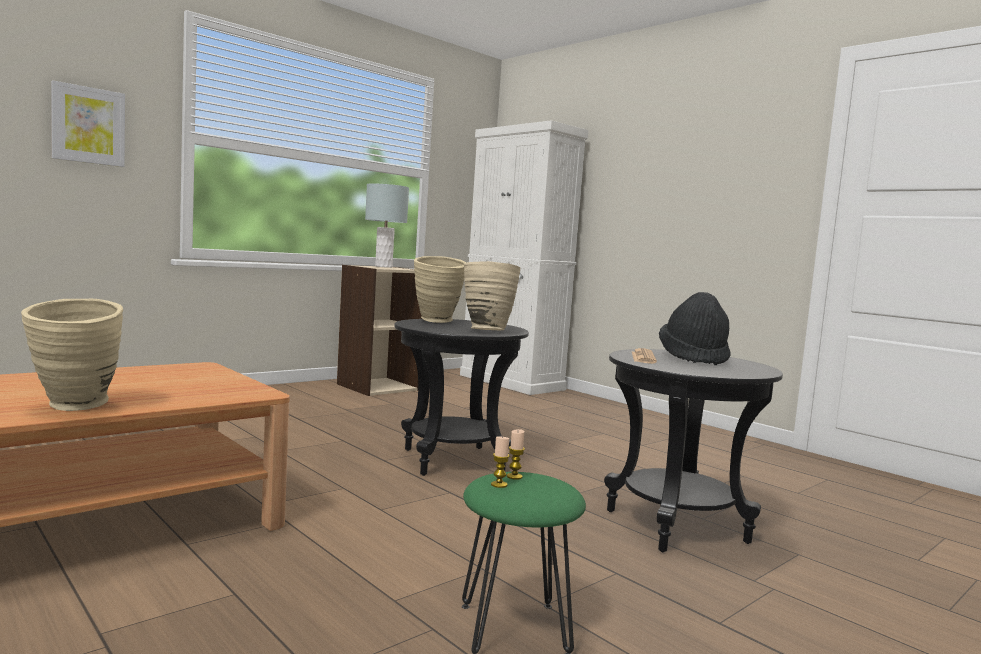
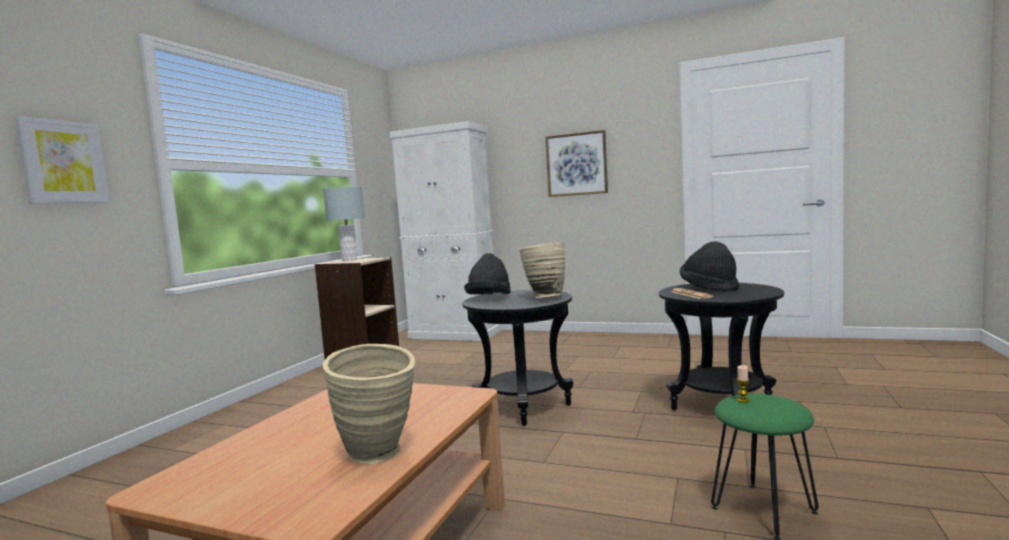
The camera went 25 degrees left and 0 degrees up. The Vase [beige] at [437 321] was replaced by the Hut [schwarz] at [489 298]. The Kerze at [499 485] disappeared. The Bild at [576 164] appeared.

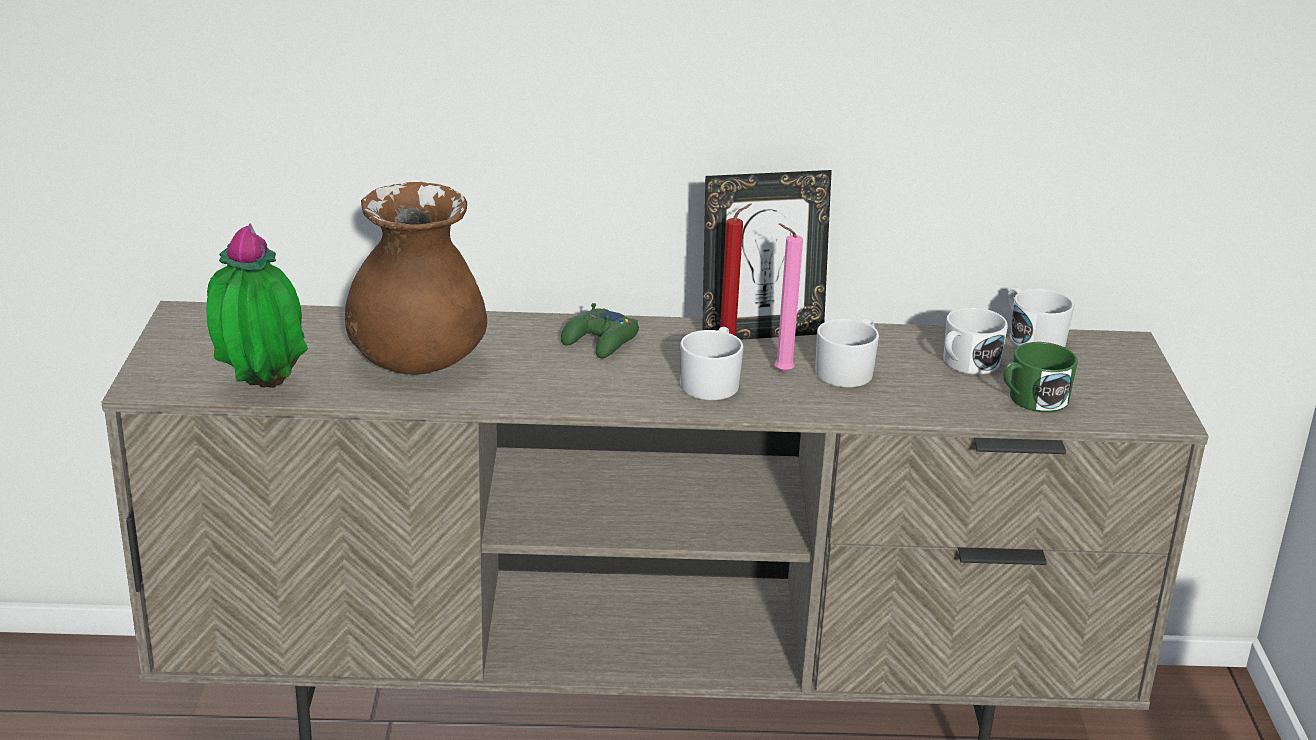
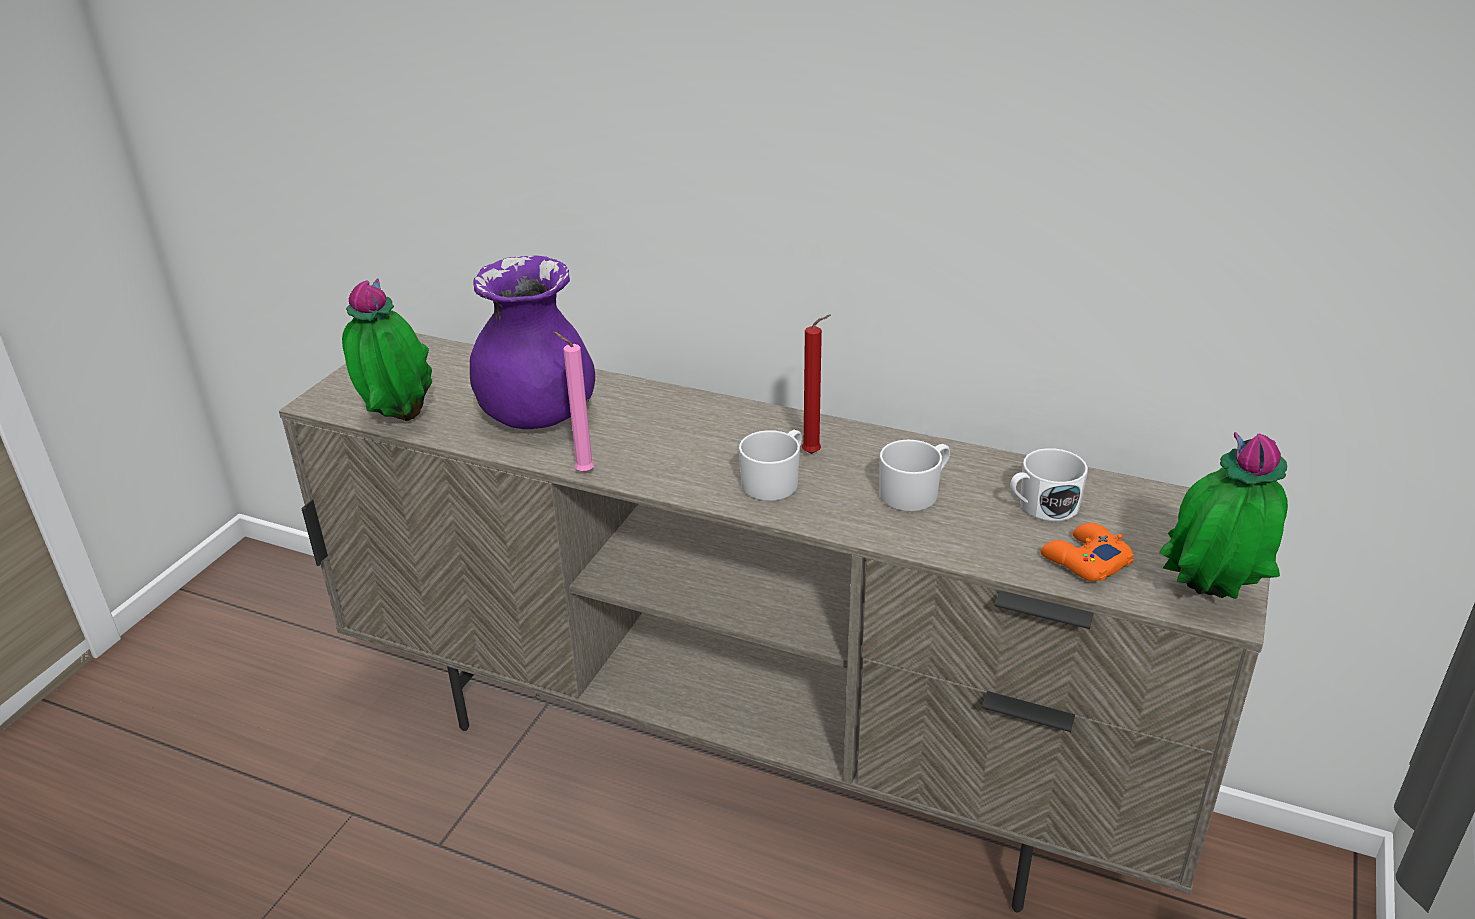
The camera went 25 degrees right and 5 degrees up. The Vase [braun] at [417 362] became the Vase [lila] at [538 417]. The Gamepad [grün] at [600 341] disappeared. The Bilderrahmen at [760 333] disappeared. The Kerze [rosa] moved from [780 372] to [582 472]. The Henkelbecher [grün] at [1032 400] was replaced by the Gamepad [orange] at [1084 560]. The Henkelbecher [weiß] at [1031 338] disappeared. The Topfpflanze at [1209 599] appeared.

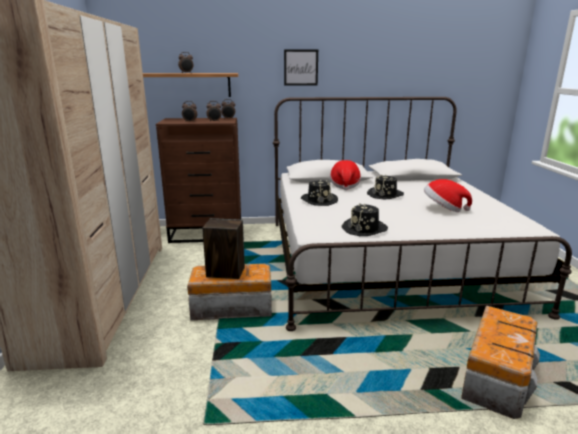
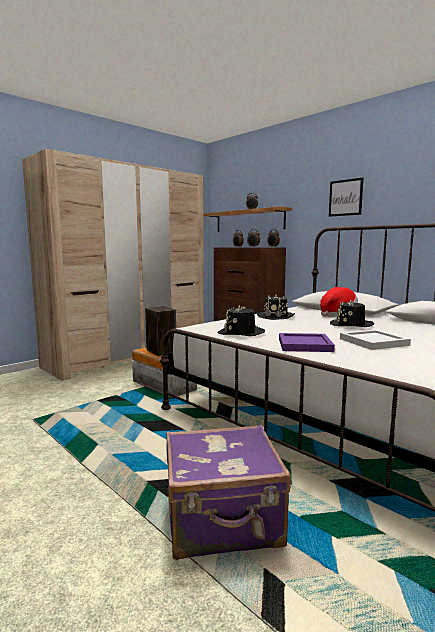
The camera went 50 degrees right and 10 degrees down. The Hut at [443 209] was replaced by the Tablett [weiß] at [373 342]. The Aufbewahrungsbox at [497 377] was replaced by the Koffer [lila] at [223 522]. The Tablett [lila] at [305 345] appeared.

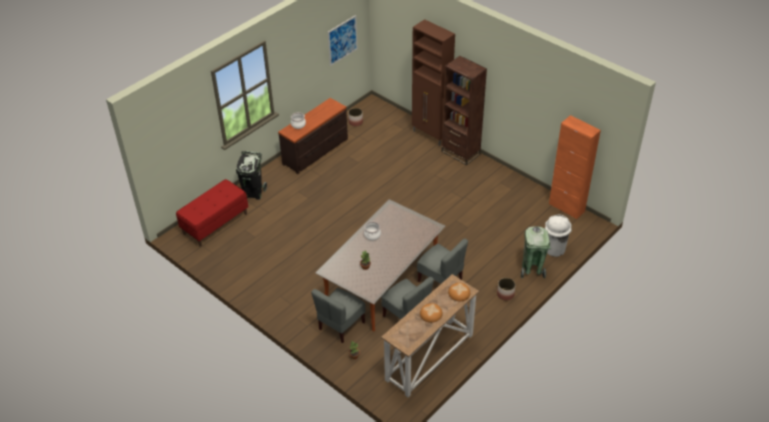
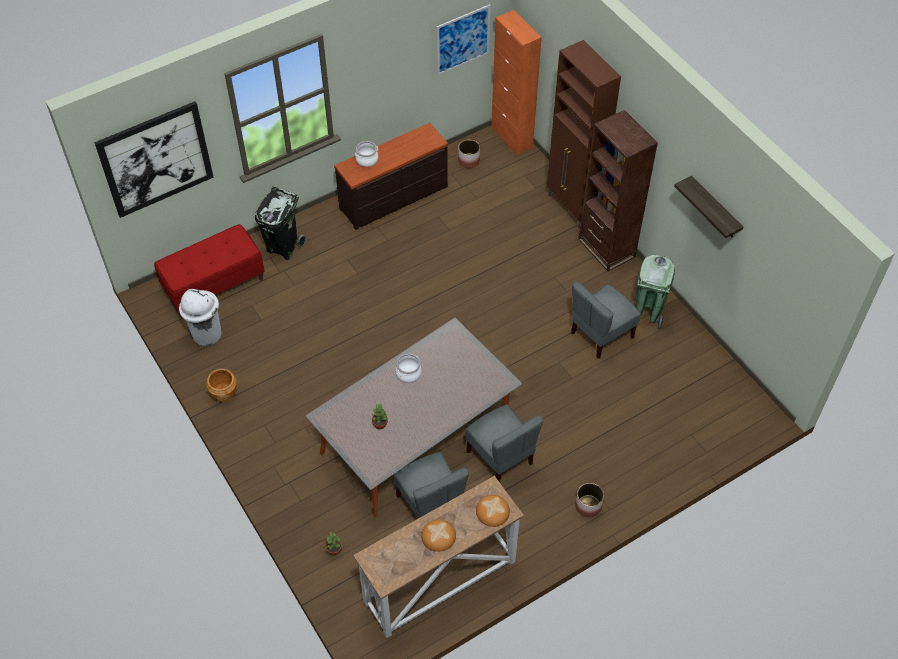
The camera went 15 degrees right and 10 degrees up. The Stuhl [grau] moved from [341 326] to [601 335]. The Mülleimer [grün] moved from [532 269] to [647 312]. The Mülleimer [weiß] moved from [554 249] to [206 334]. The Schrank [orange] moved from [566 207] to [511 137]. The Bild at [156 159] appeared. The Pflanzkübel [braun] at [224 393] appeared. The Wandregal at [714 209] appeared.

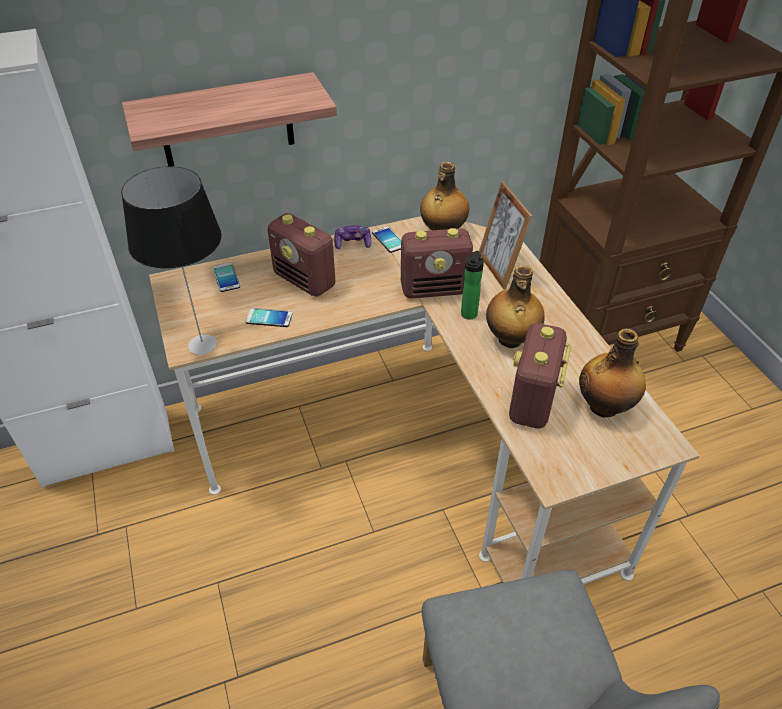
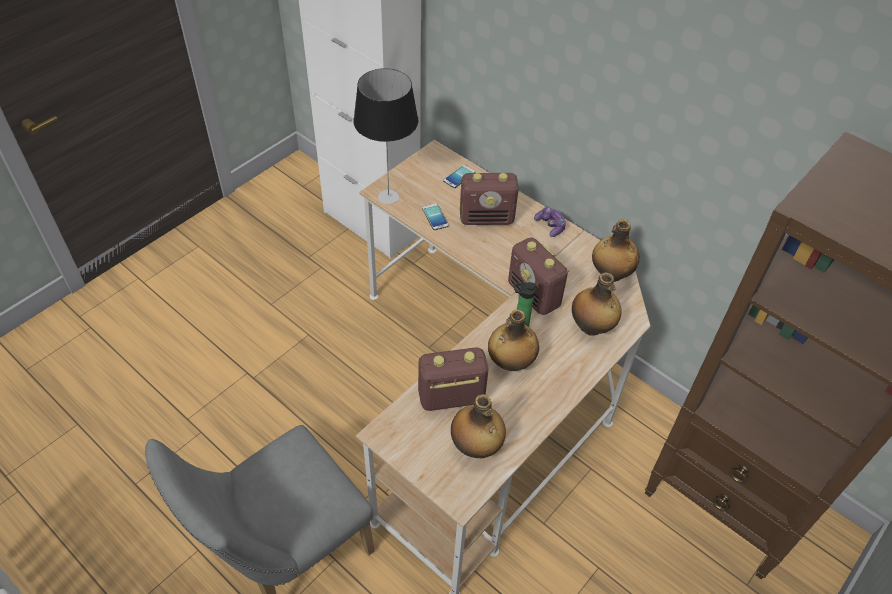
The camera went 60 degrees right and 5 degrees up. The Wandregal at [226 121] disappeared. The Radio at [305 281] turned 105 degrees counterclockwise. The Handy at [388 240] disappeared. The Bilderrahmen at [499 269] was replaced by the Flasche at [591 327].

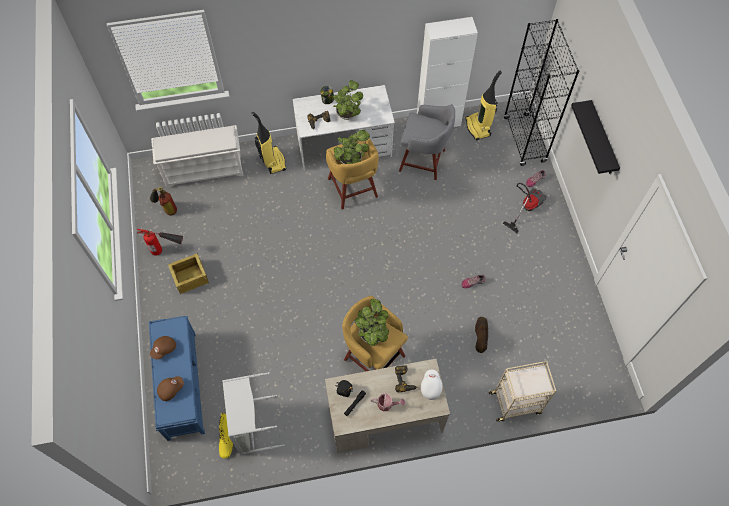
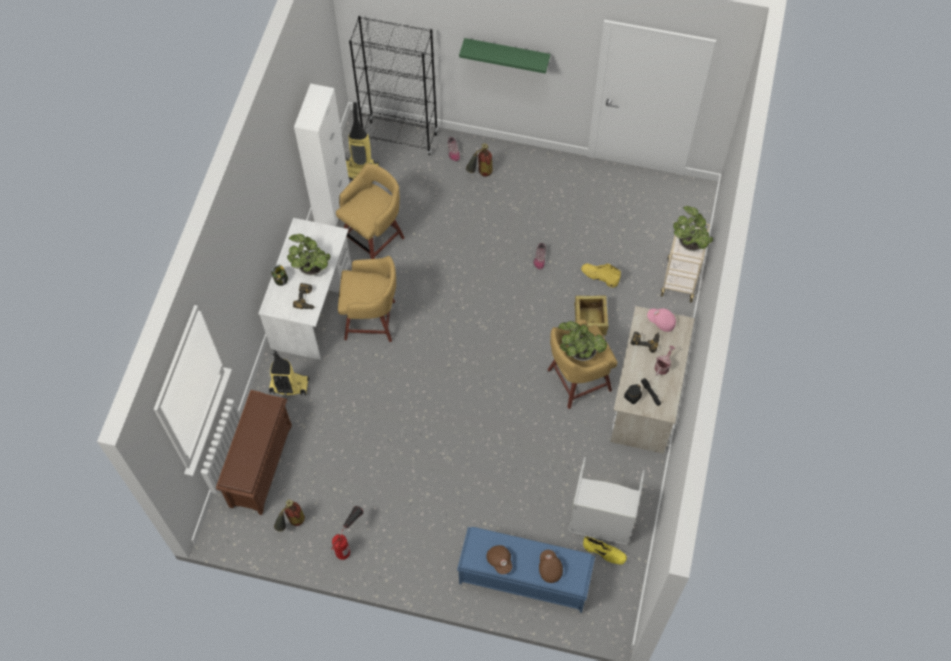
The camera went 65 degrees left and 0 degrees up. The Schuhregal [weiß] at [204 170] became the Schuhregal [braun] at [260 464]. The Kiste moved from [190 277] to [589 320]. The Topfpflanze moved from [351 159] to [689 243]. The Hocker [grau] at [424 161] became the Hocker [gelb] at [374 239]. The Kappe [weiß] at [430 386] became the Kappe [rosa] at [661 322]. The Stiefel [braun] at [481 335] became the Stiefel [gelb] at [599 276]. The Staubsauger at [525 207] was replaced by the Feuerlöscher at [480 174]. The Wandregal [schwarz] at [602 140] became the Wandregal [grün] at [507 53].

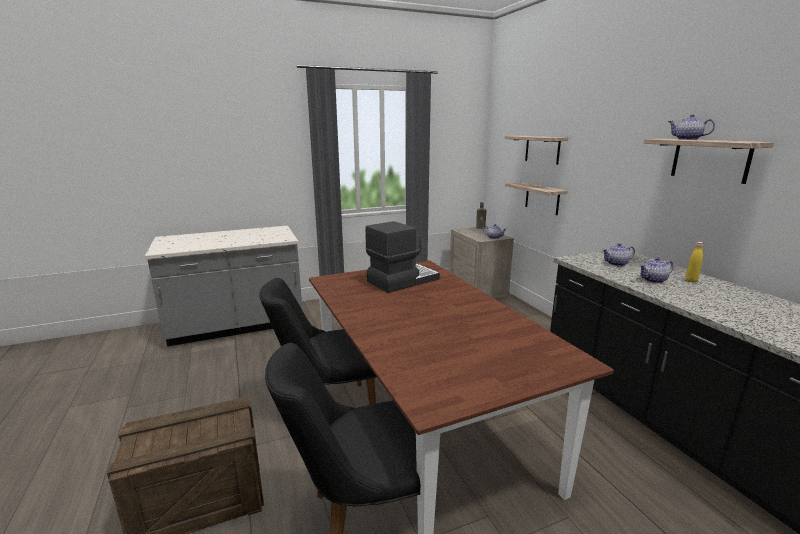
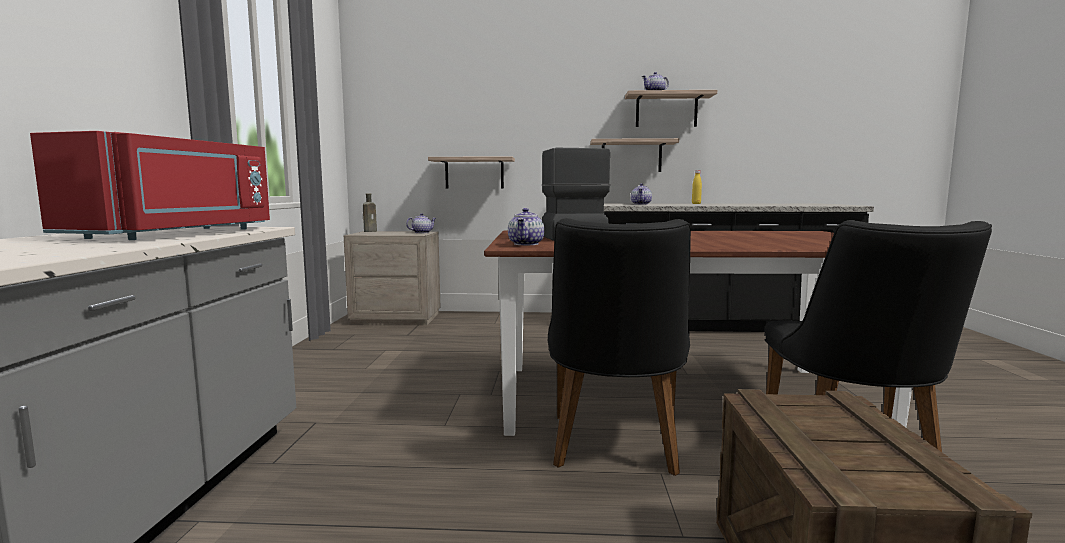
The camera went 65 degrees left and 10 degrees down. The Wandregal moved from [542 149] to [631 156]. The Teekanne moved from [653 280] to [526 244]. The Mikrowelle [rot] at [178 234] appeared.

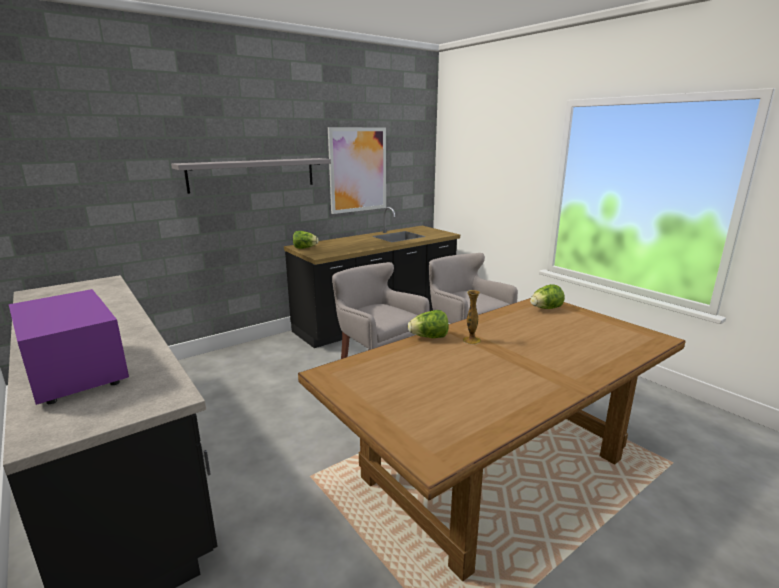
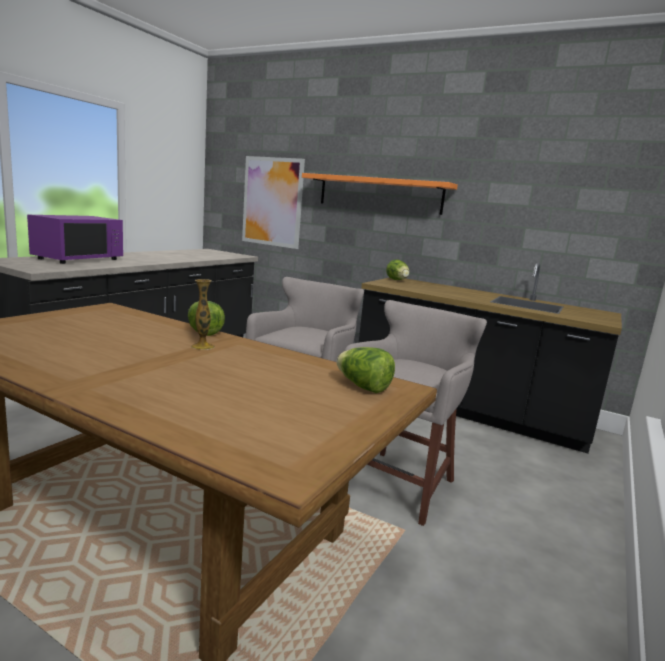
The camera went 65 degrees right and 5 degrees down. The Wandregal [grau] at [253 174] became the Wandregal [orange] at [379 194]. The Bild moved from [358 170] to [272 202].

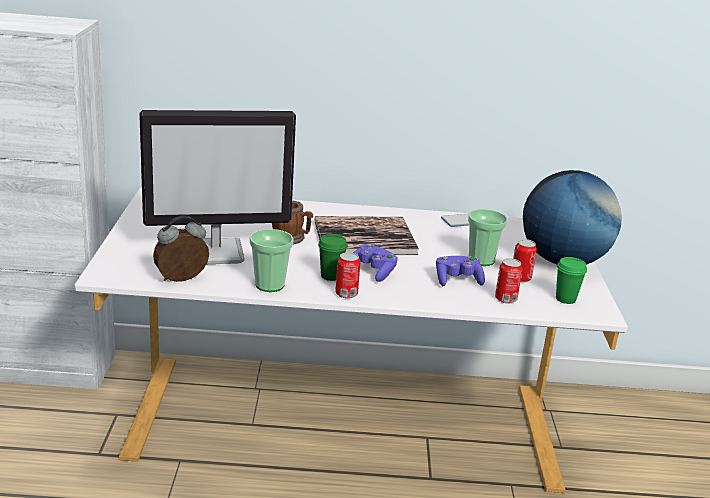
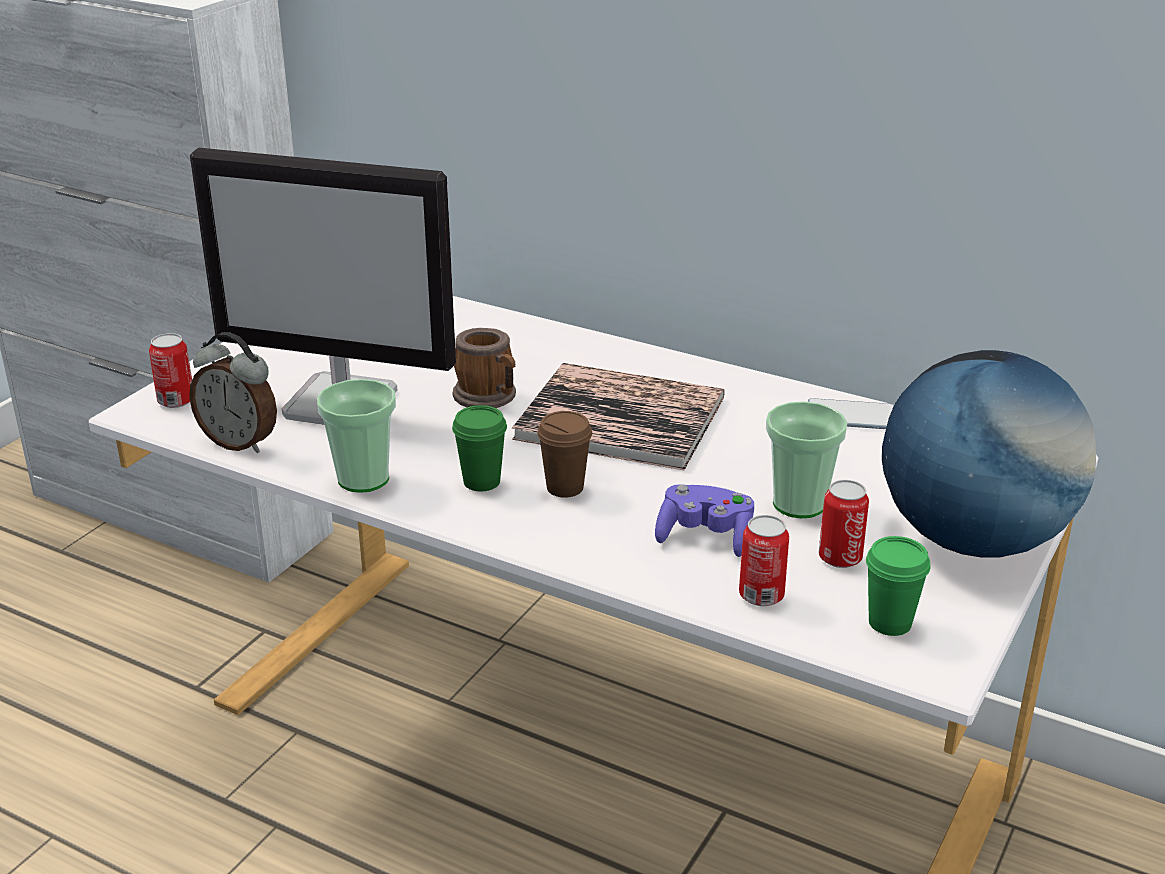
The camera went 30 degrees right and 5 degrees up. The Wecker at [182 280] turned 150 degrees counterclockwise. The Dose moved from [346 294] to [176 401]. The Gamepad [lila] at [373 271] was replaced by the Tasse [braun] at [565 488].

